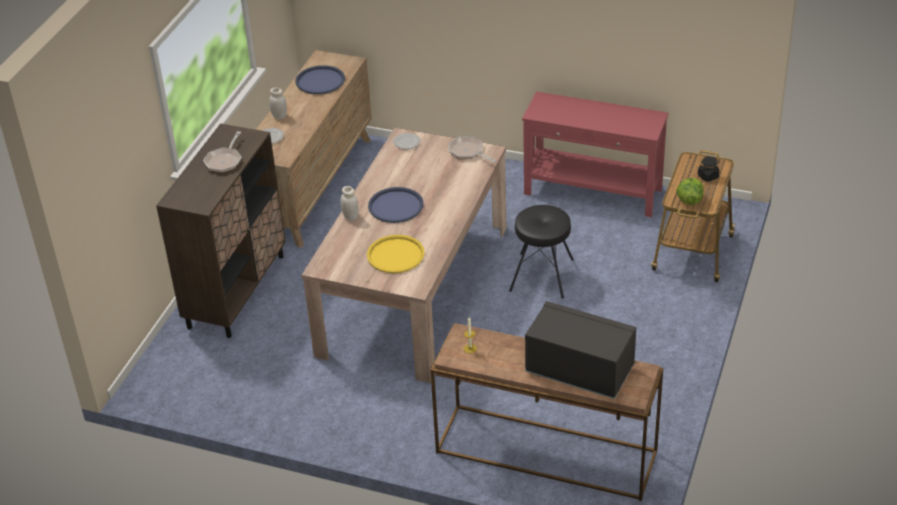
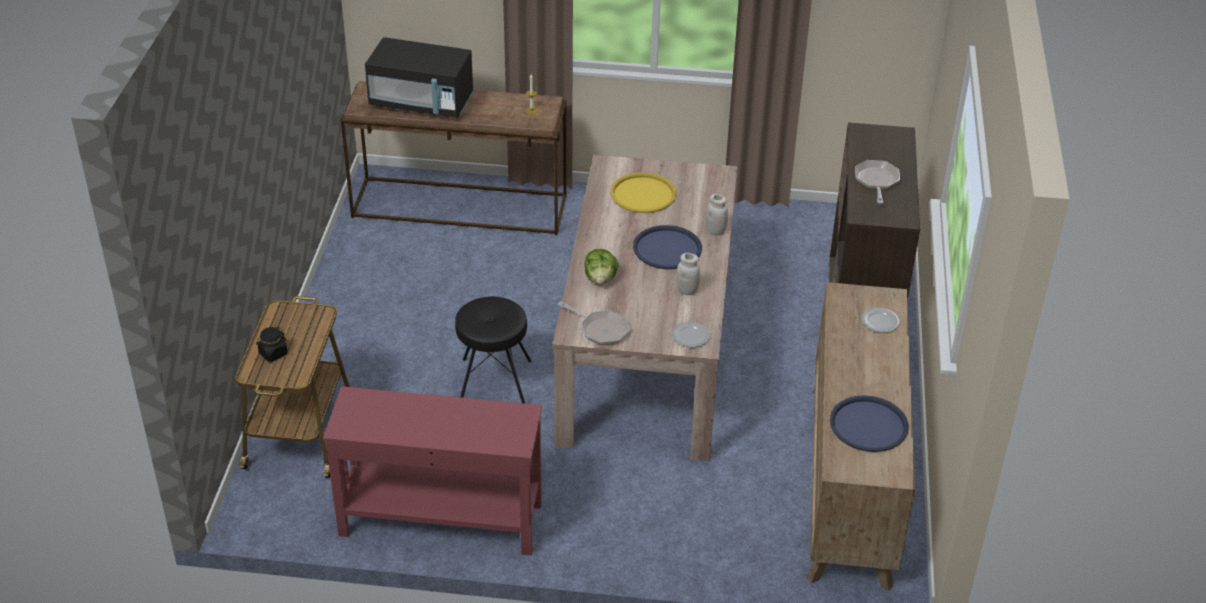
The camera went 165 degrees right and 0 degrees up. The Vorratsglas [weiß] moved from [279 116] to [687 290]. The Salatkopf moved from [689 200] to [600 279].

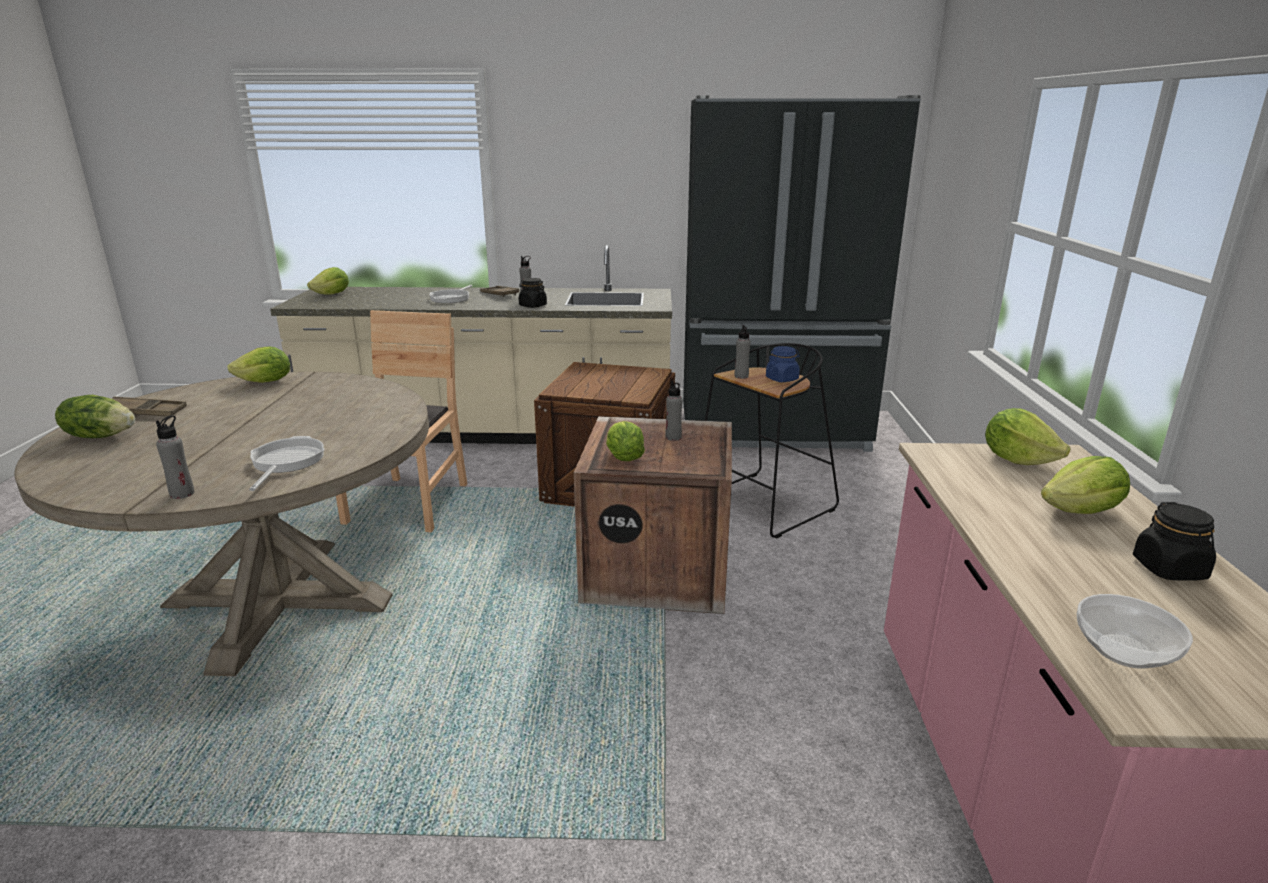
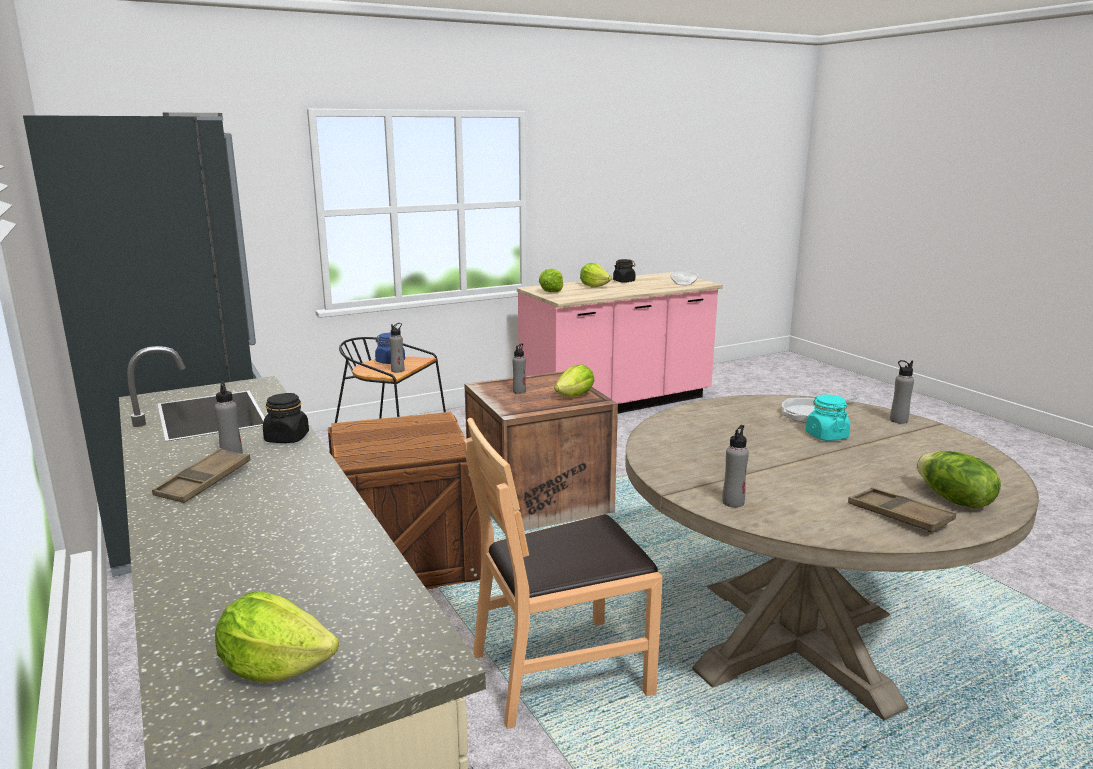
The camera went 120 degrees left and 5 degrees down. The Salatkopf at [266 382] was replaced by the Flasche [grau] at [733 502]. The Pfanne at [451 298] disappeared. The Vorratsglas [türkis] at [826 436] appeared.

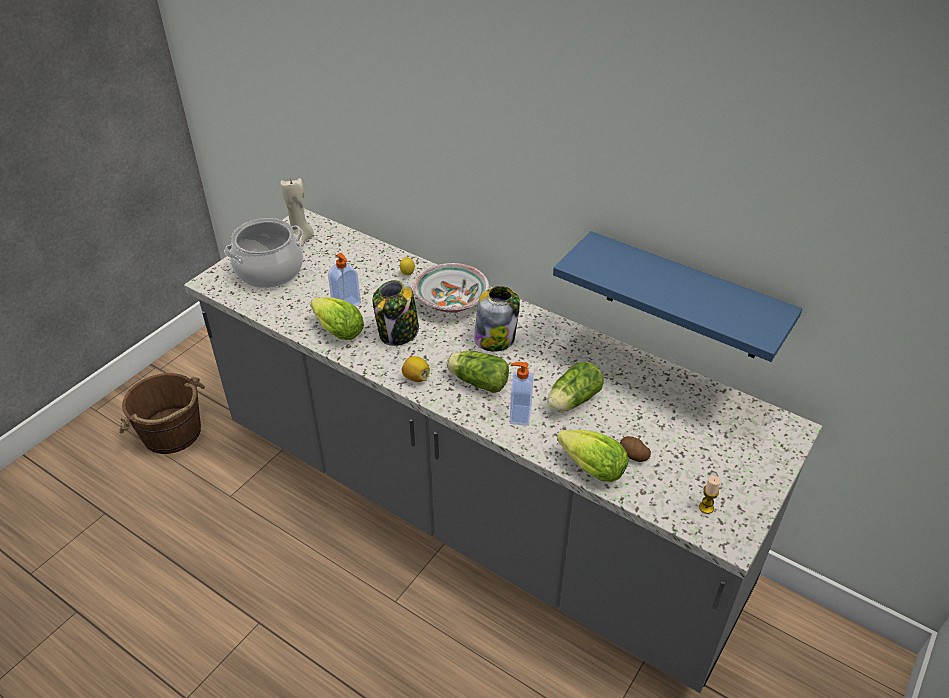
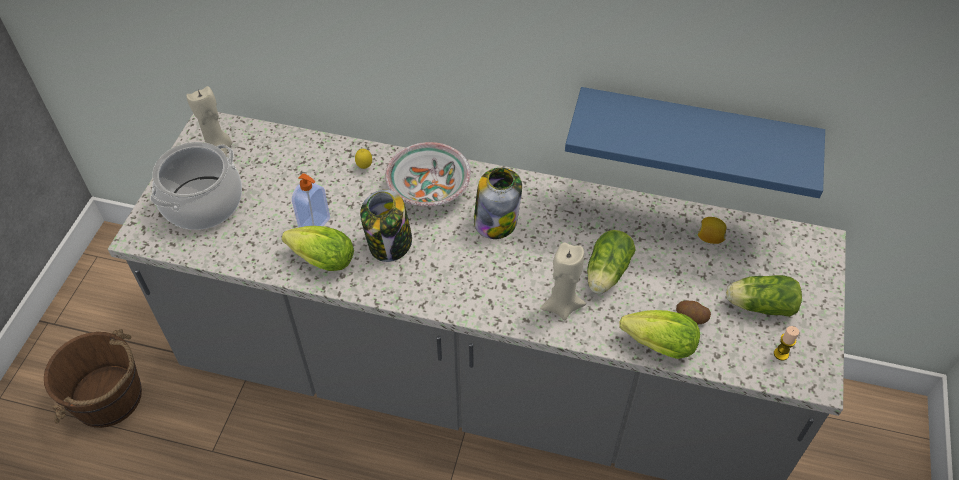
The camera went 20 degrees left and 10 degrees up. The Zitrone moved from [416 377] to [709 238]. The Salatkopf moved from [476 381] to [758 305]. The Seifenspender at [519 415] was replaced by the Kerze [beige] at [562 306].

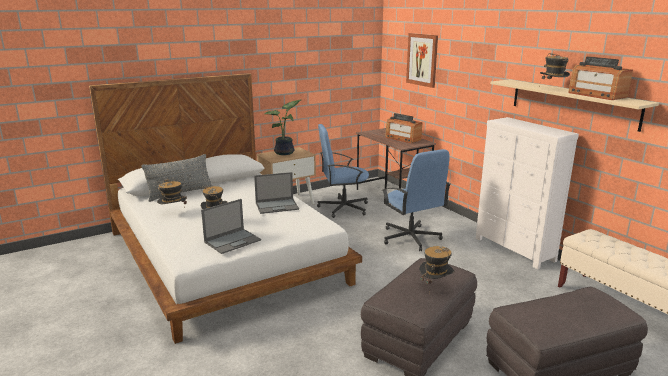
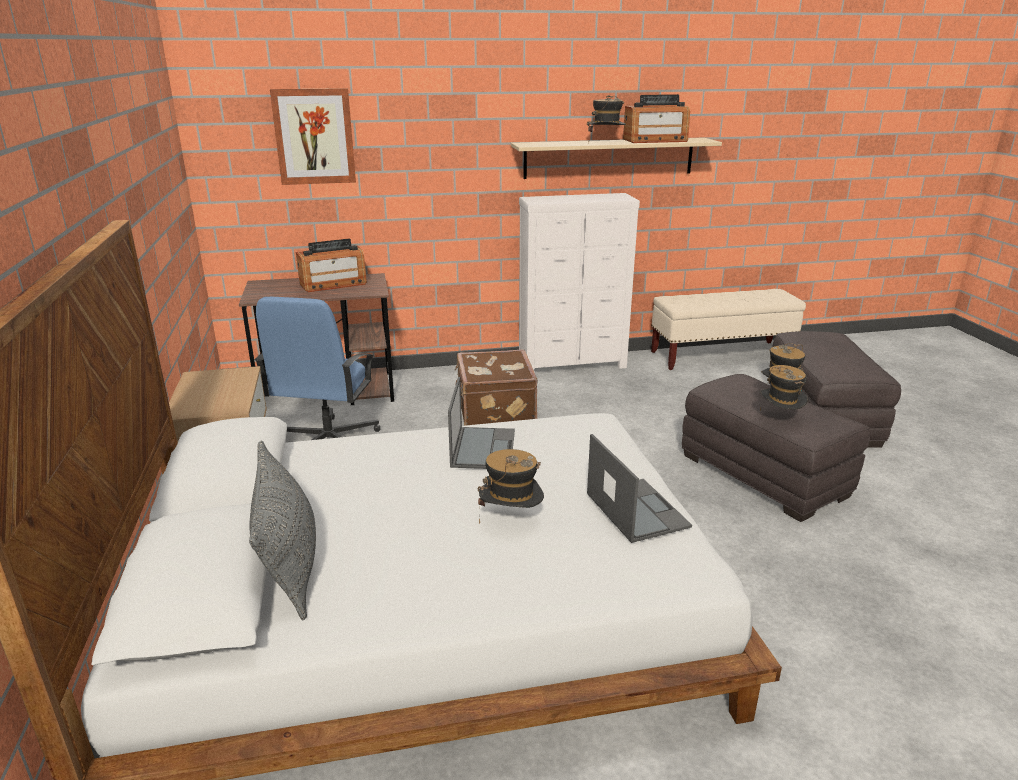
The camera went 70 degrees left and 5 degrees up. The Hut moved from [173 212] to [779 419]. The Topfpflanze at [285 153] disappeared. The Bürostuhl [blau] at [410 238] was replaced by the Koffer [braun] at [494 415].

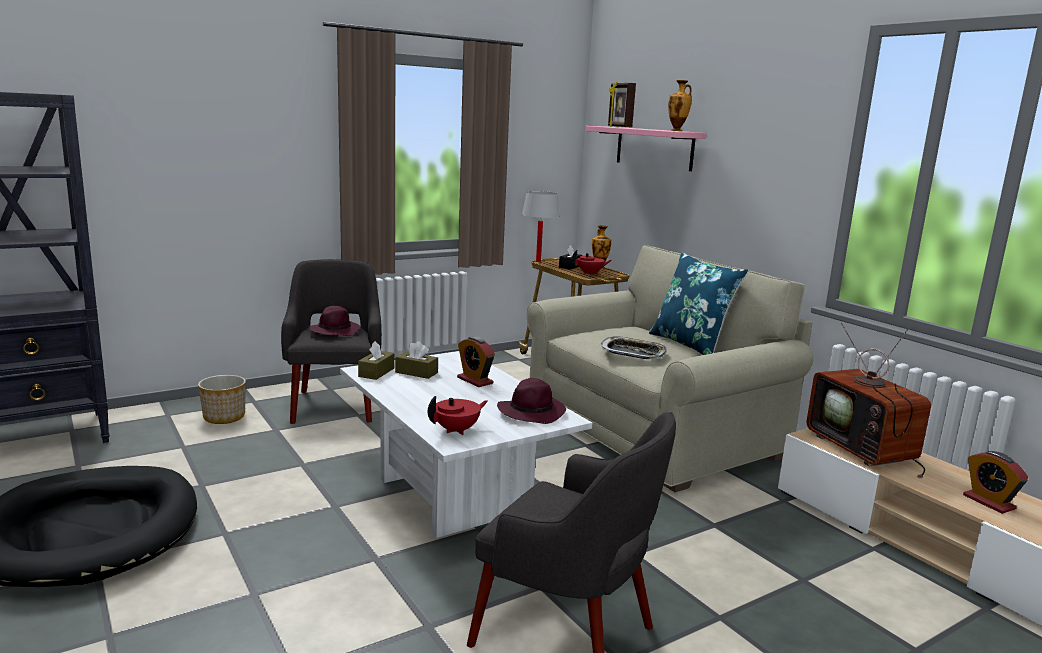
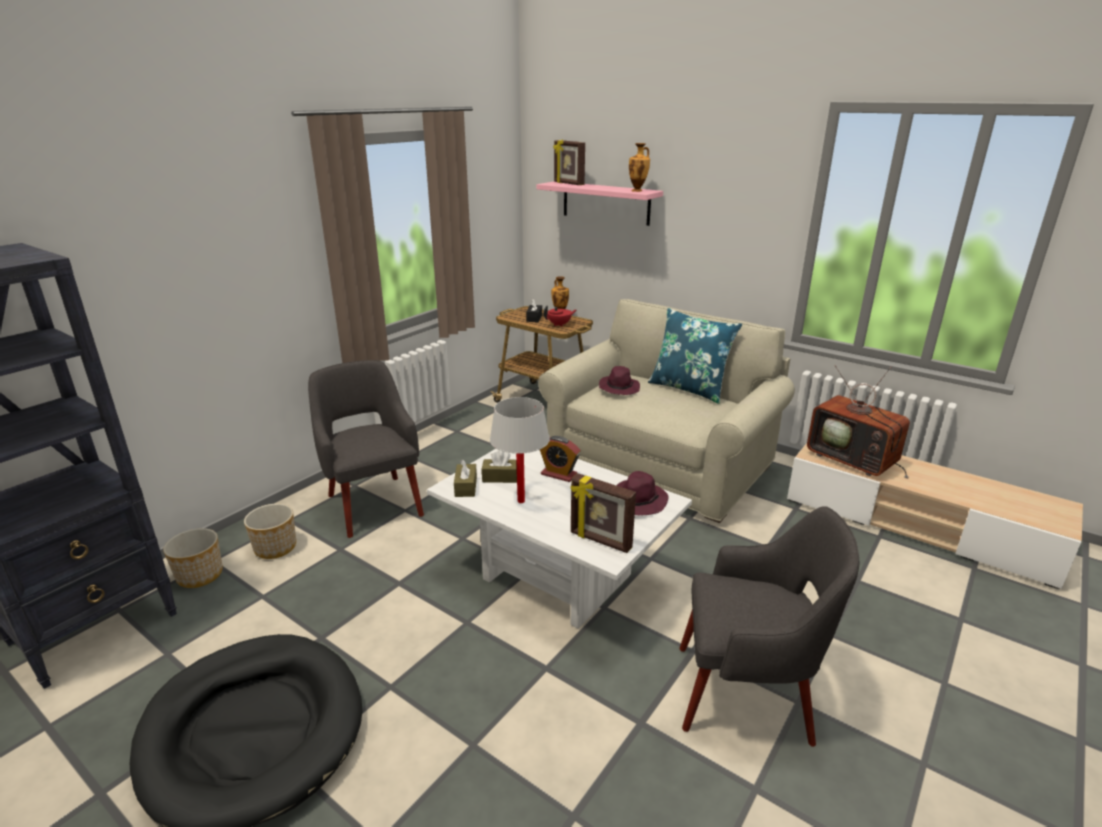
The camera went 20 degrees left and 10 degrees up. The Hut [lila] moved from [335 331] to [619 388]. The Teekanne [rot] at [457 430] was replaced by the Bilderrahmen at [600 541]. The Tischlampe [weiß] moved from [538 261] to [521 501]. The Tablett at [633 353] disappeared. The Wecker at [989 502] disappeared. The Pflanzkübel at [200 575] appeared.

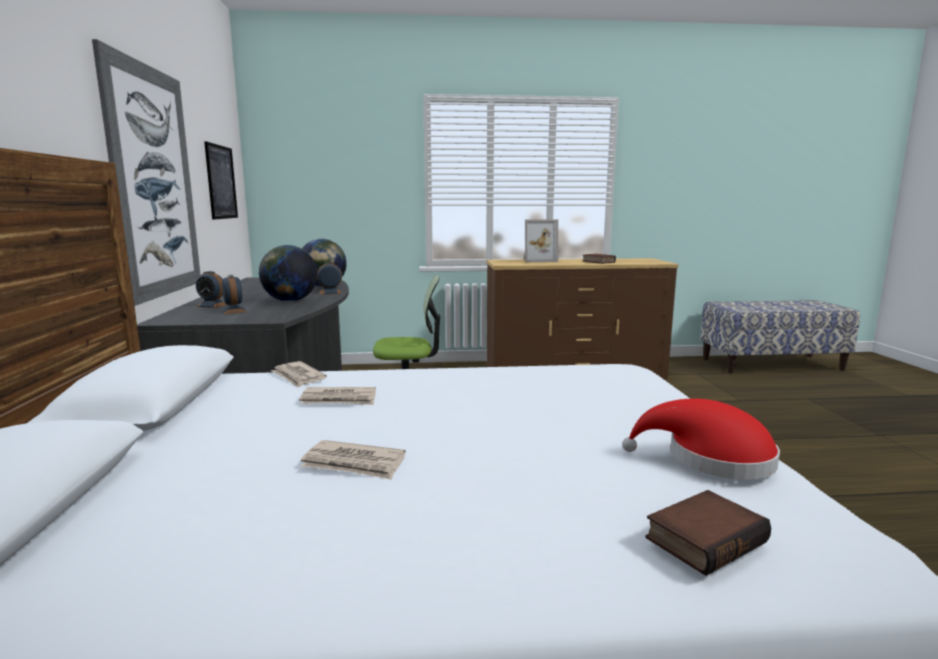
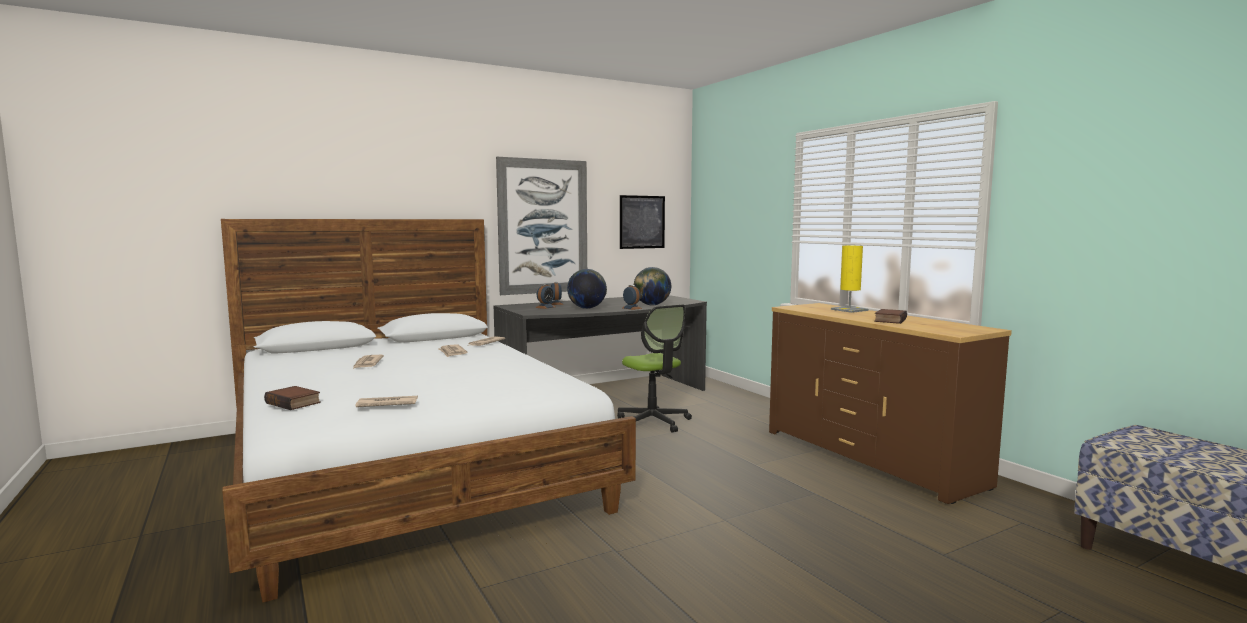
The camera went 65 degrees right and 5 degrees down. The Bilderrahmen at [538 260] was replaced by the Tischlampe [gelb] at [849 310]. The Hut [rot] at [711 459] was replaced by the Zeitung at [386 404].

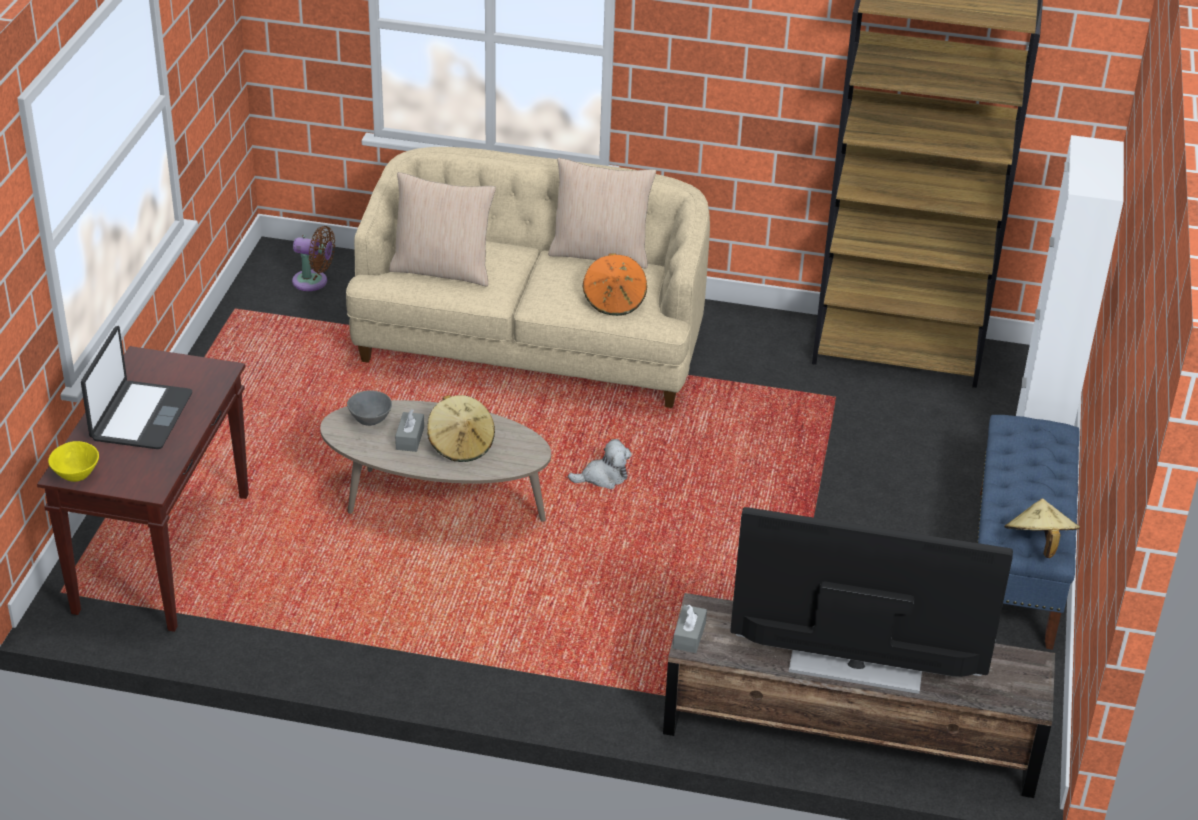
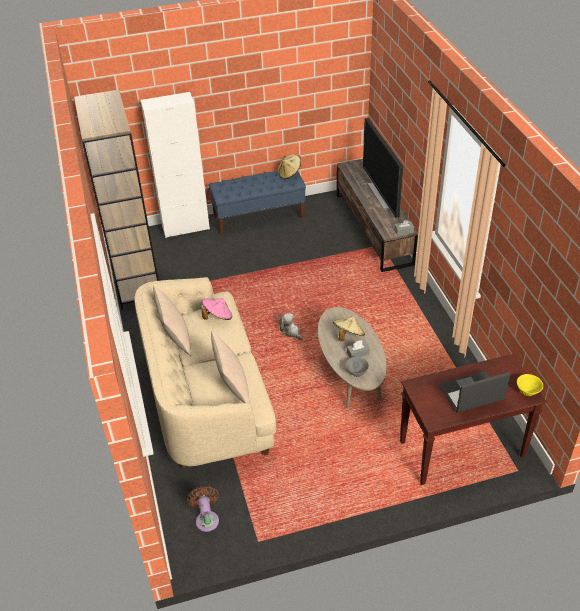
The camera went 115 degrees left and 5 degrees up. The Hut [orange] at [614 301] became the Hut [rosa] at [218 317].

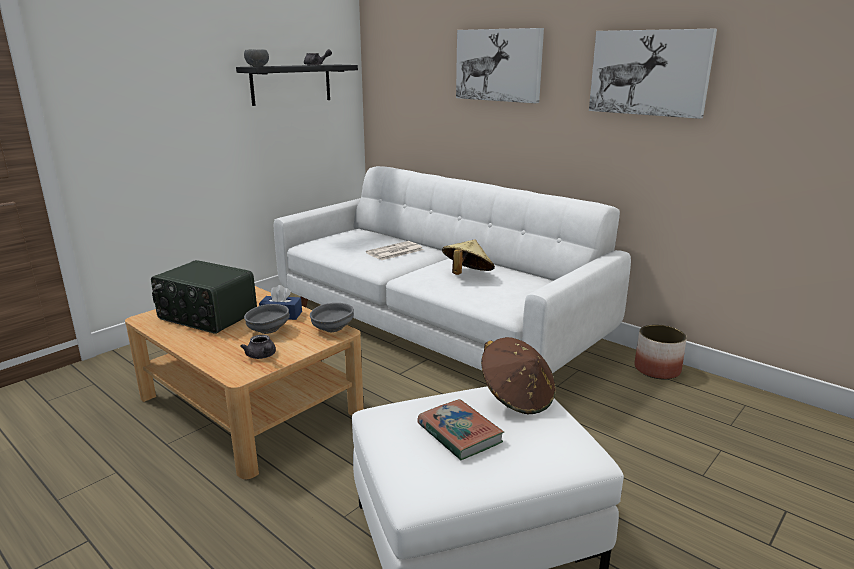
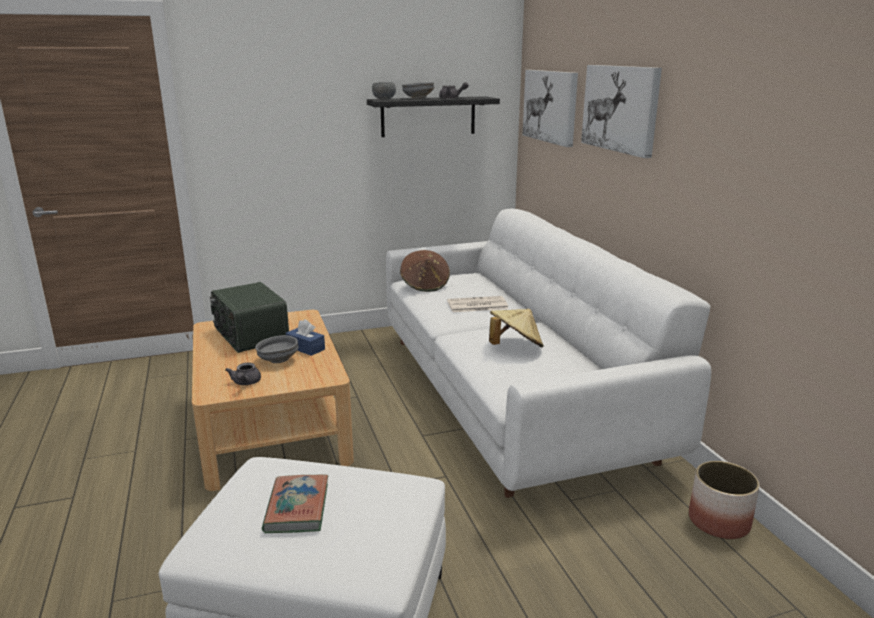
The camera went 30 degrees right and 0 degrees up. The Schüssel [grau] moved from [332 329] to [417 98]. The Hut [braun] moved from [517 397] to [425 285]. The Bild moved from [649 72] to [551 106].

